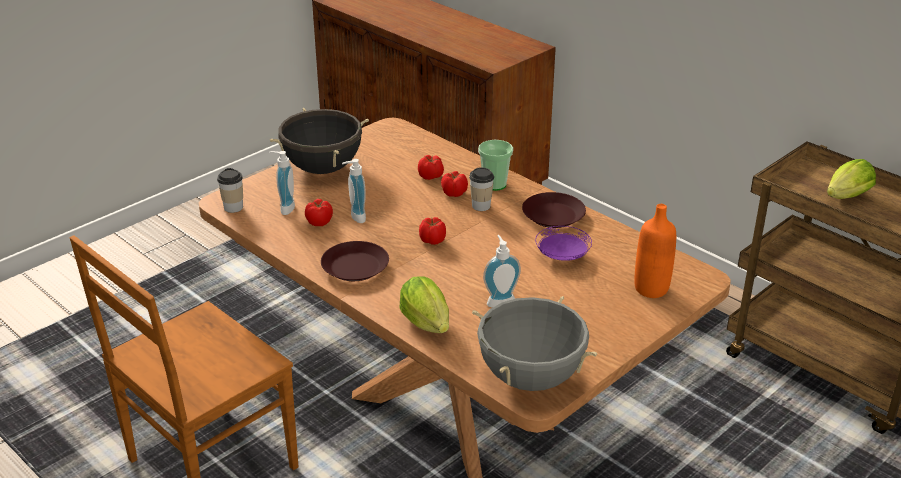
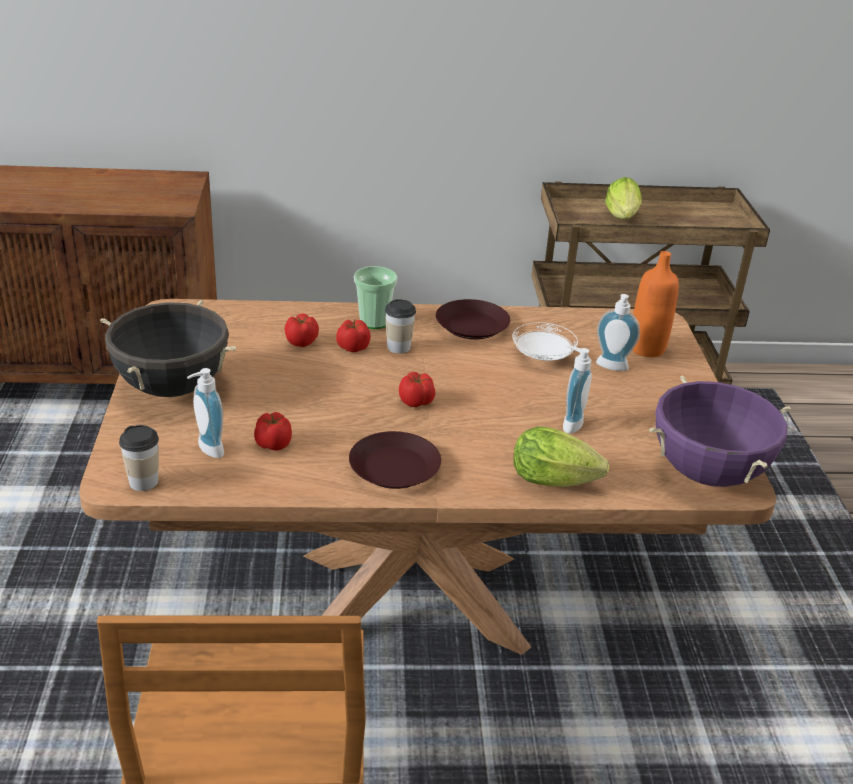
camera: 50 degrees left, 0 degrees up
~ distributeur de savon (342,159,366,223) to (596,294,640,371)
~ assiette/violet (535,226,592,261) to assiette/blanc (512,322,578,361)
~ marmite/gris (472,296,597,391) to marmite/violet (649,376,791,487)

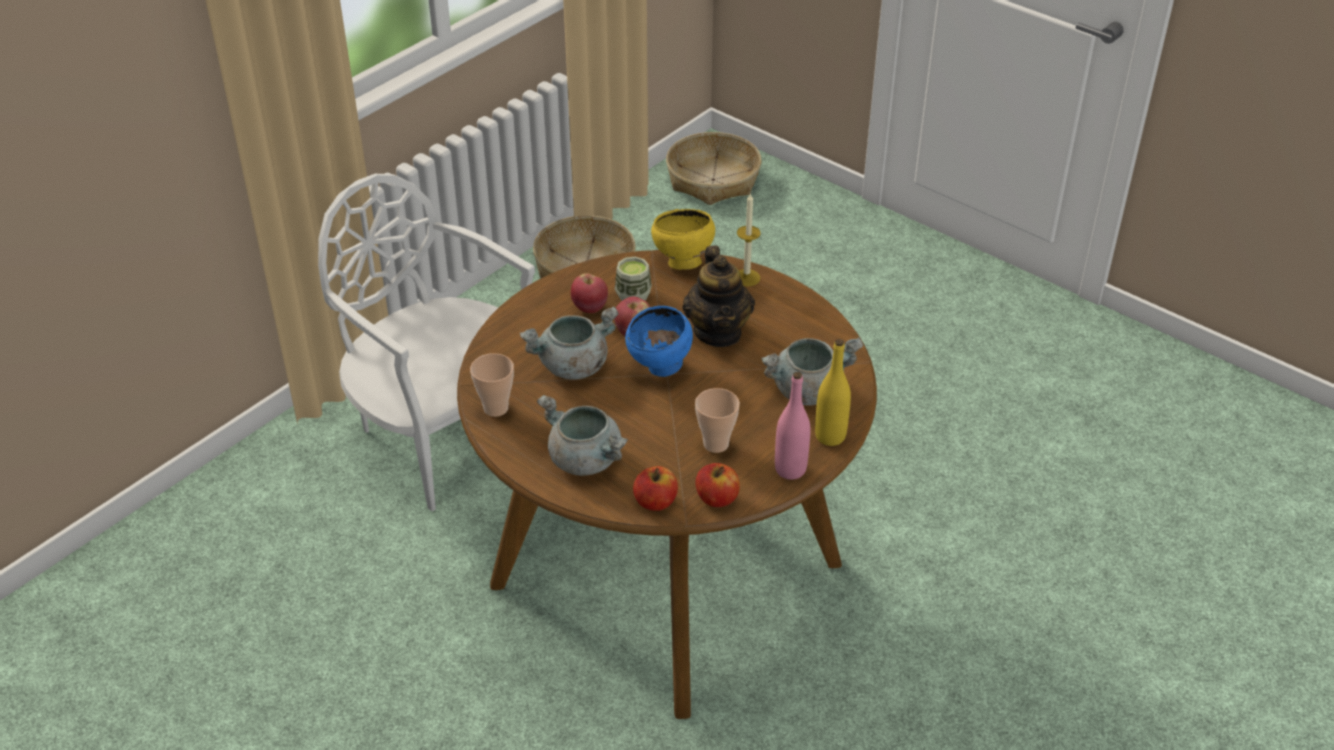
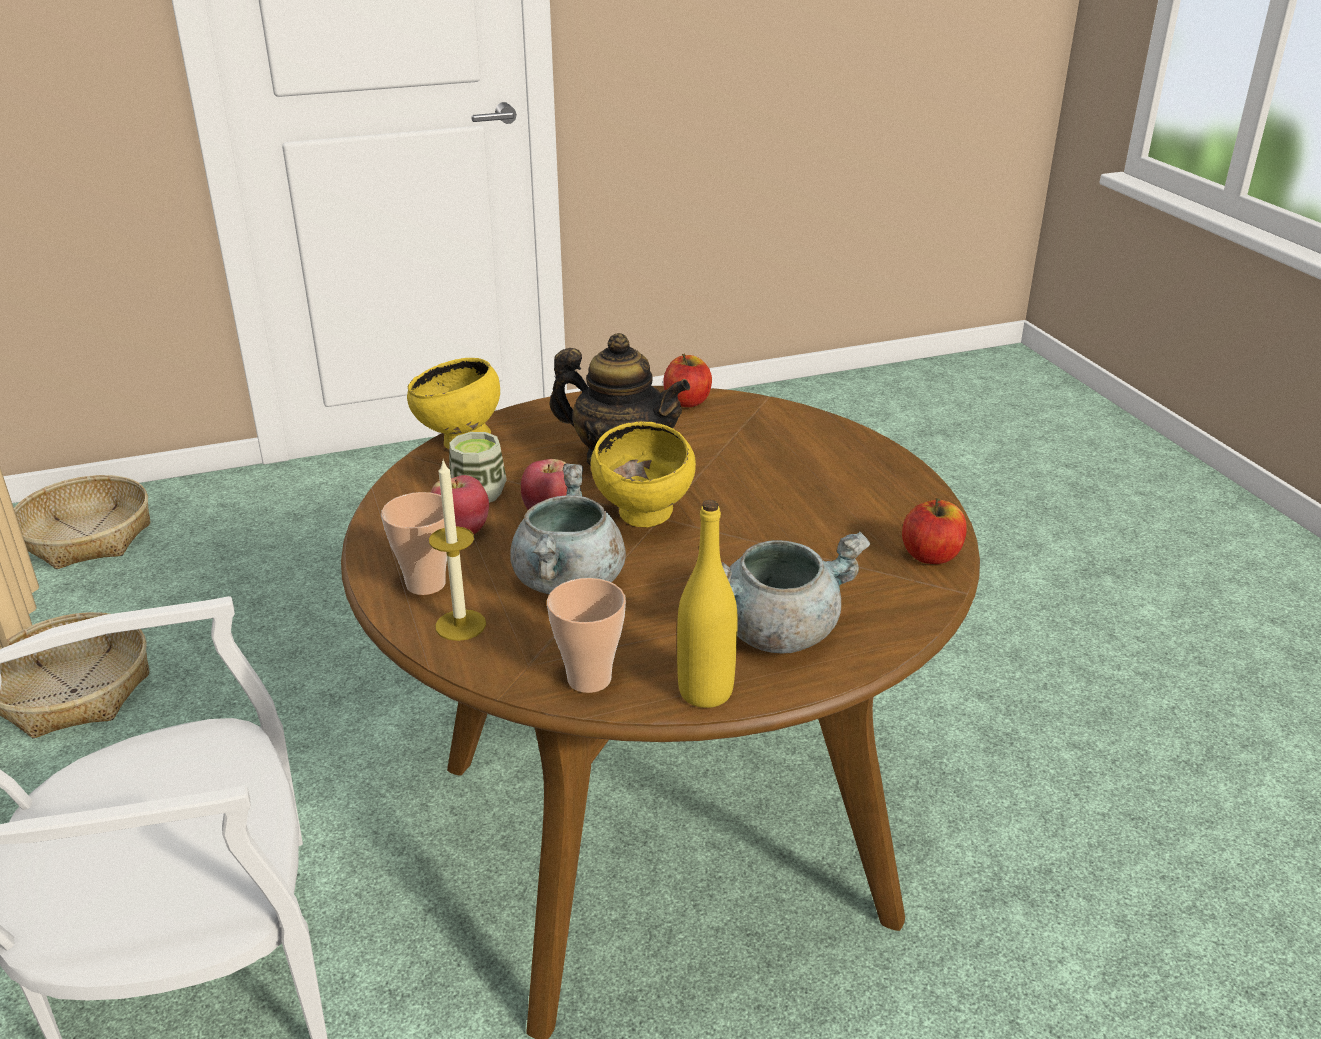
camera: 60 degrees left, 10 degrees down
~ bougie (737,193,761,286) to (429,458,486,641)
~ bol/bleu (625,306,693,377) to bol/jaune (591,422,696,527)
- marmite/gris (761,337,863,405)
~ bouteille/jaune (815,339,851,446) to (677,500,738,708)
- bouteille/rose (775,372,811,480)
~ tasse (695,388,740,453) to (381,492,447,595)
~ pomme (633,466,678,511) to (663,354,712,407)

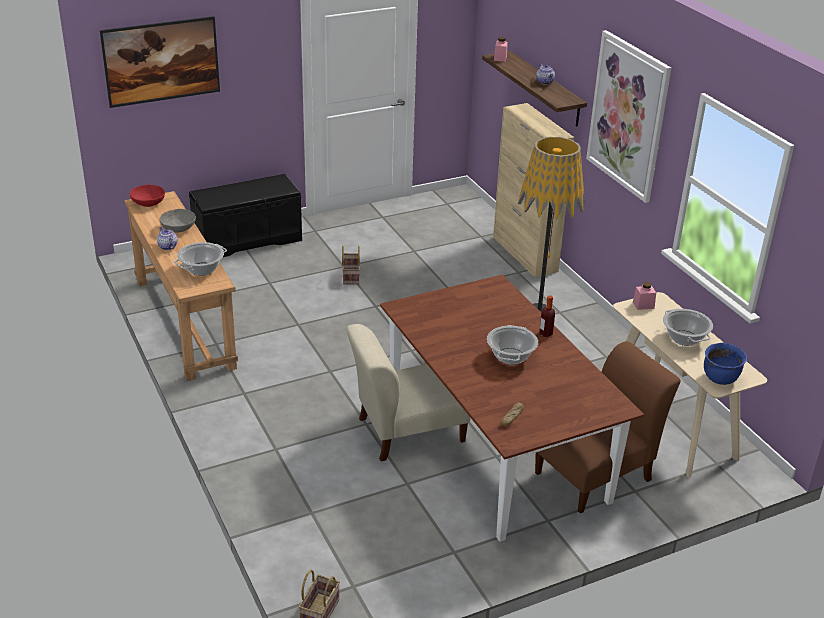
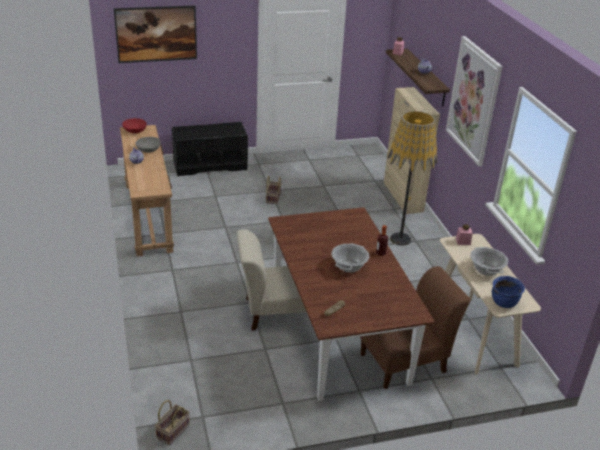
camera: 10 degrees right, 0 degrees up
- marmite (174,242,227,276)

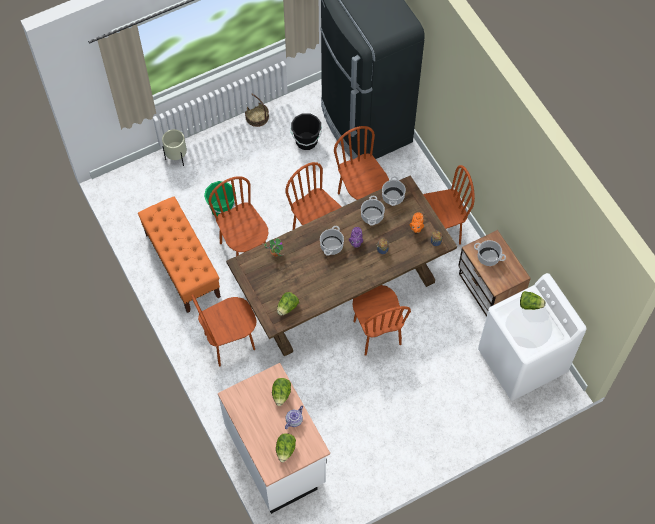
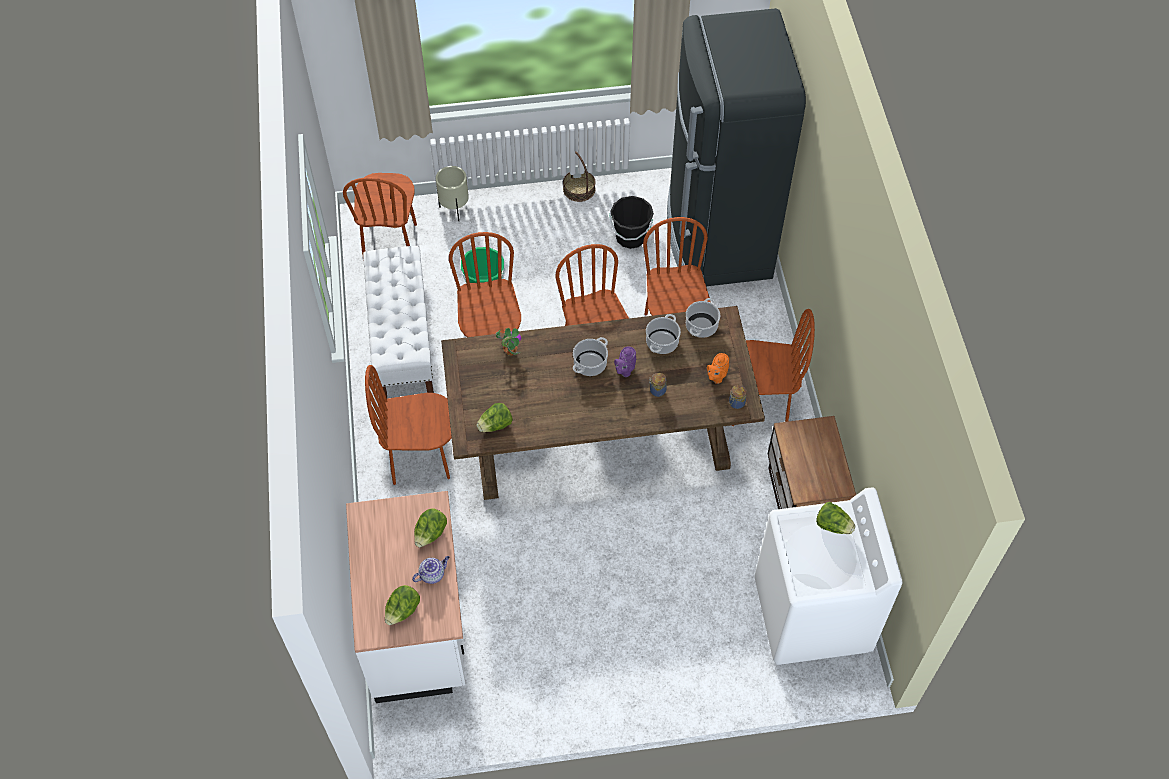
camera: 20 degrees right, 5 degrees down
~ banc/orange (138,197,221,313) to banc/blanc (363,246,434,398)
- marmite (474,240,506,266)
~ chaise/marron (352,285,411,356) to (343,173,417,262)

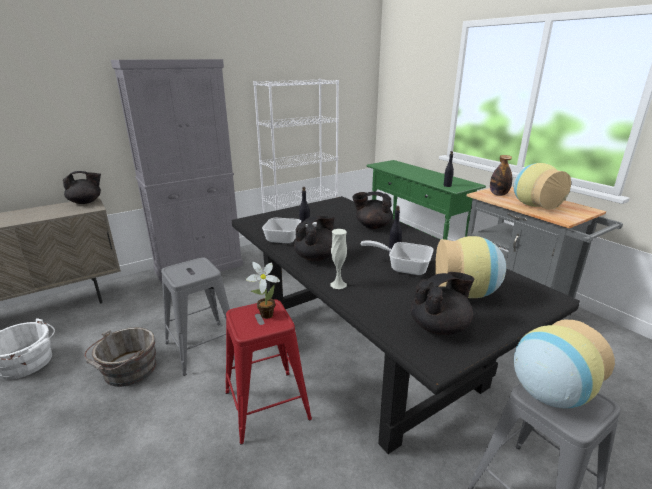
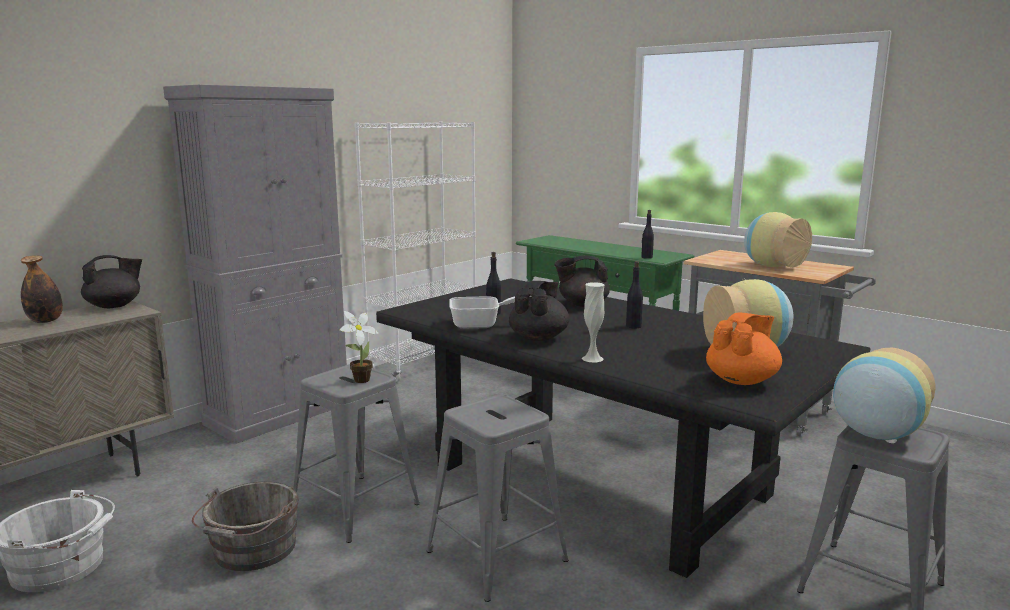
camera: 15 degrees left, 10 degrees down
~ bouteille (490,155,512,196) to (21,255,63,323)
- poêle (360,240,434,275)
~ plante en pot (246,262,280,319) to (340,311,379,383)
~ théière/noir (410,272,474,335) to théière/orange (706,313,782,385)
~ tabouret/rouge (225,299,312,445) to tabouret/gris (427,395,568,602)

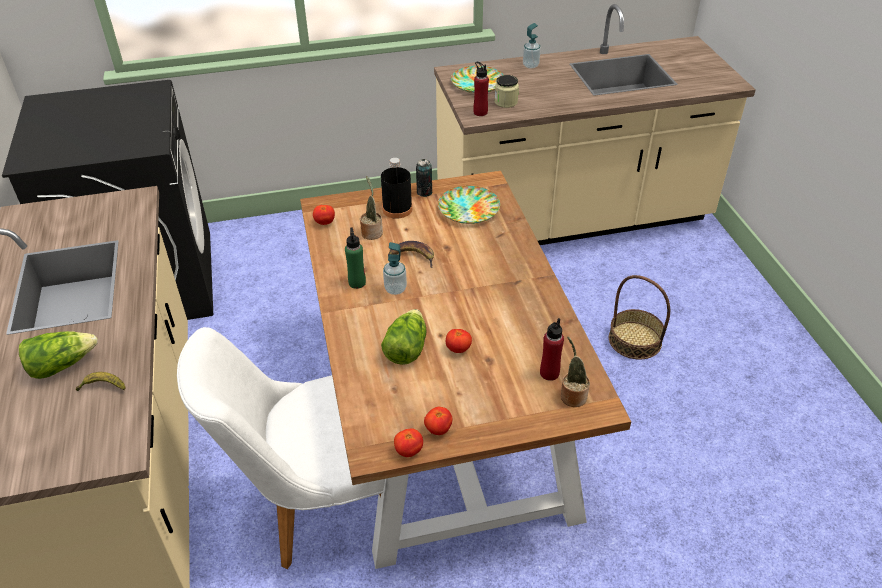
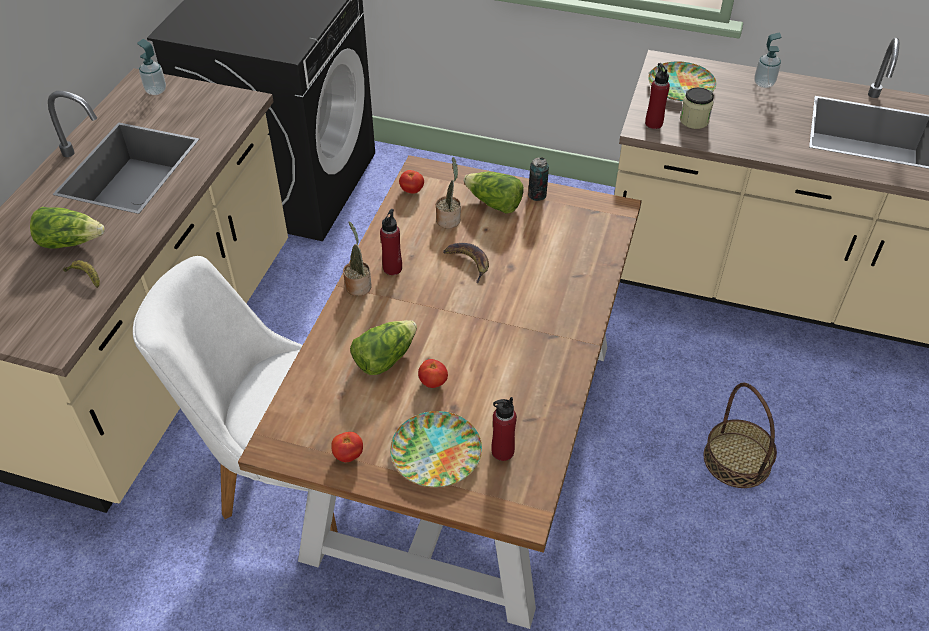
camera: 30 degrees right, 5 degrees up
~ bouteille/noir (381,158,412,219) to laitue (464,172,524,214)
~ assiette (438,186,500,224) to (390,411,482,487)
~ bouteille/vert (345,227,366,289) to bouteille/rouge (380,209,402,275)
~ distributeur de savon (383,242,407,295) to (137,39,166,95)
~ plante en pot (561,337,590,407) to (343,221,372,296)
- tomate (394,428,423,457)

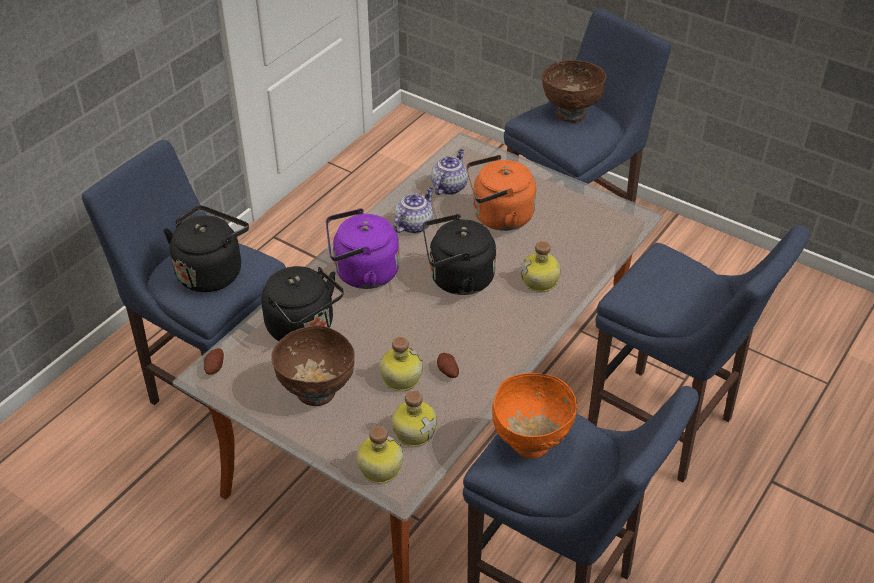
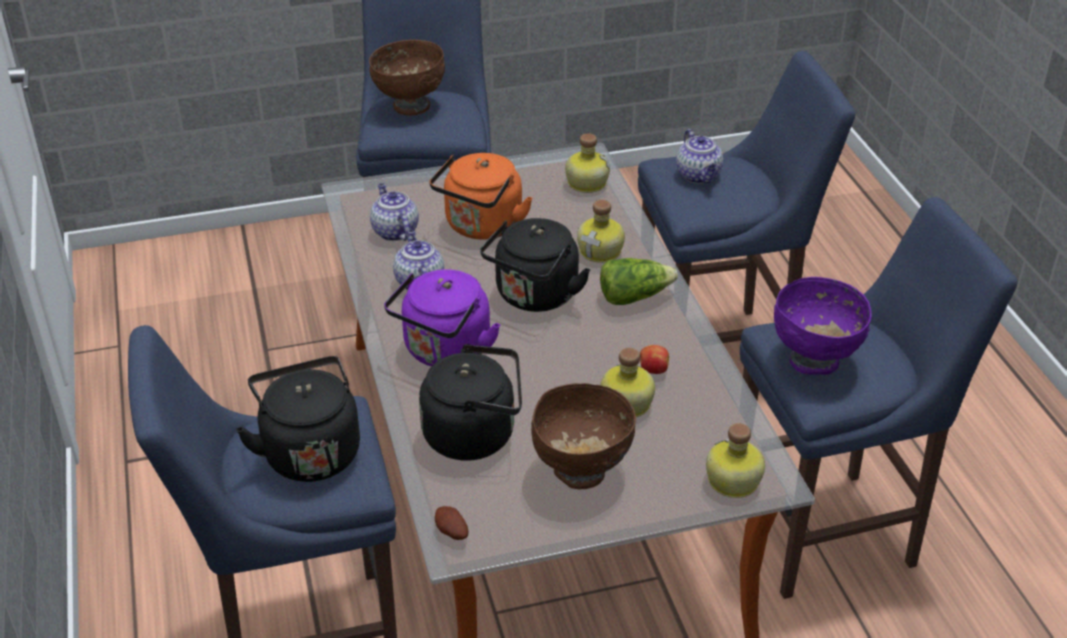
camera: 50 degrees left, 5 degrees down
~ pomme de terre (437,353,459,378) to pomme (640,345,669,374)
~ bol/orange (492,373,577,458) to bol/violet (774,277,872,375)
~ bouteille (391,390,437,446) to (565,133,610,193)
+ théière (676,129,723,184)
+ laitue (600,258,678,305)

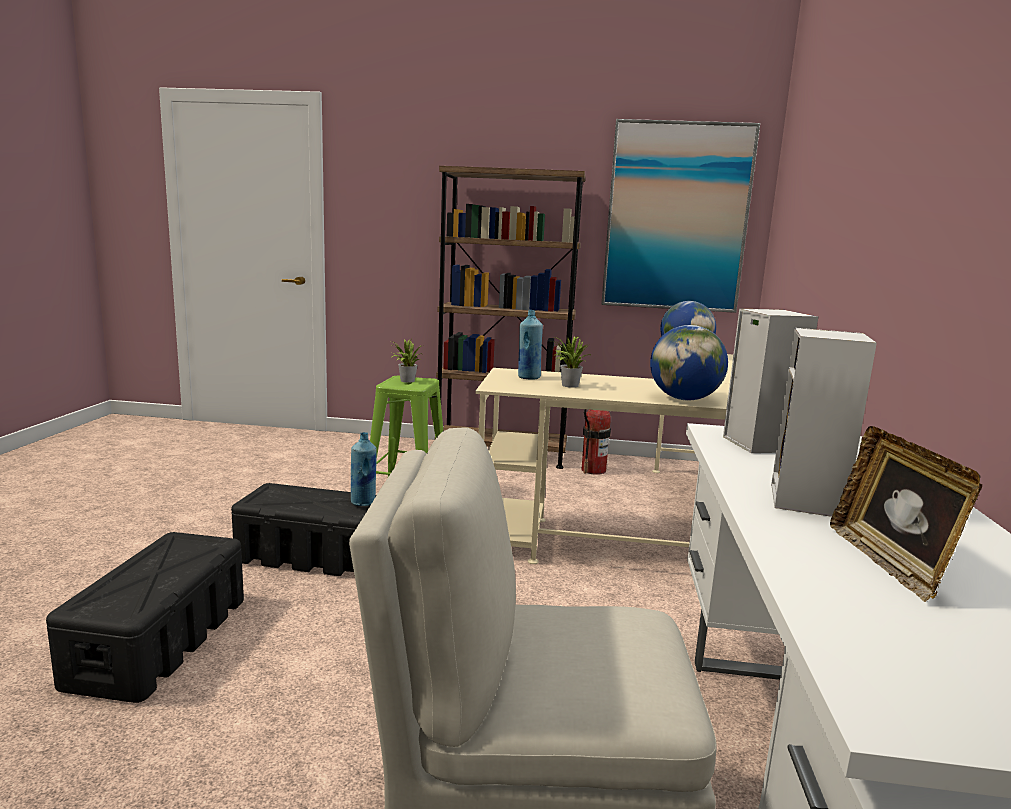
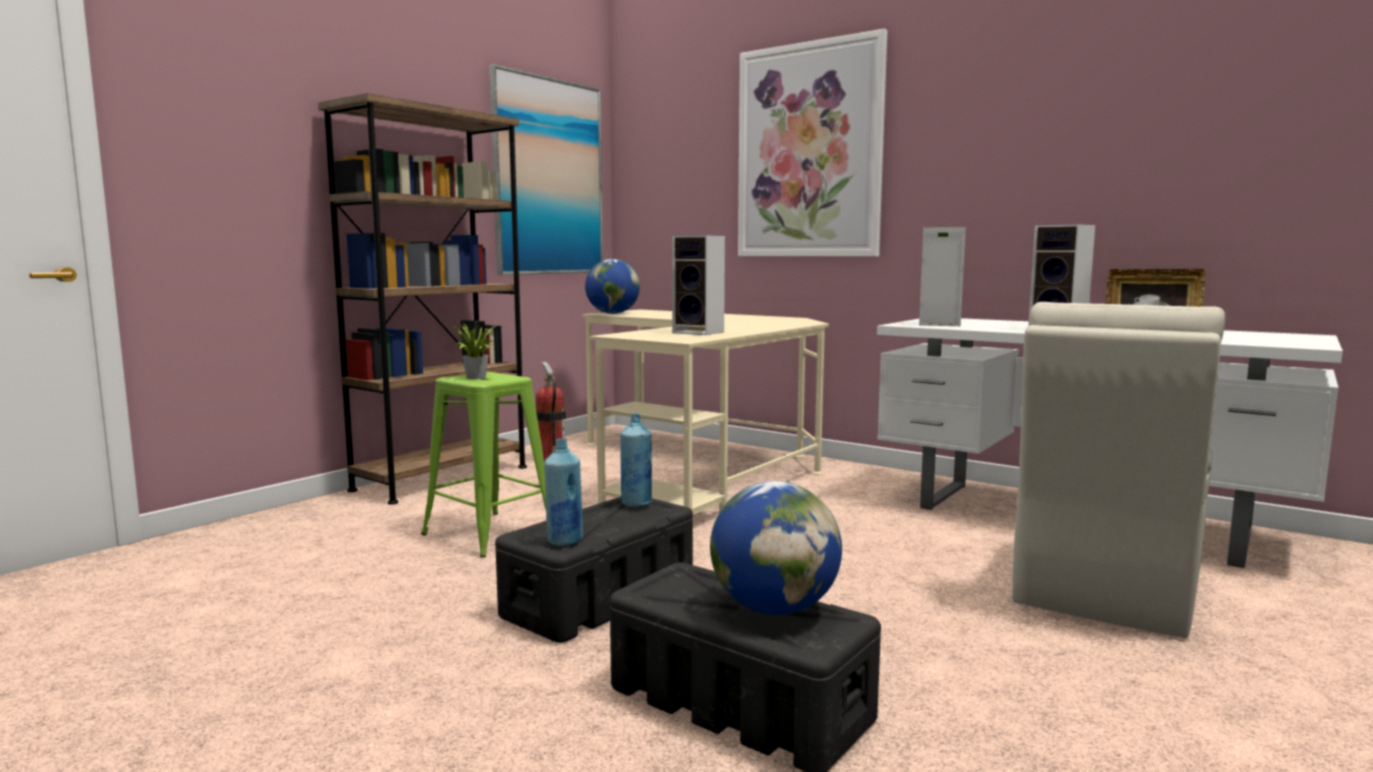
camera: 60 degrees left, 5 degrees down
~ bouteille/bleu (518,310,543,379) to (544,439,583,546)
~ globe (650,325,728,400) to (710,481,842,615)
~ plante en pot (552,336,590,388) to enceinte (672,235,725,335)
+ tableau (738,29,887,256)

